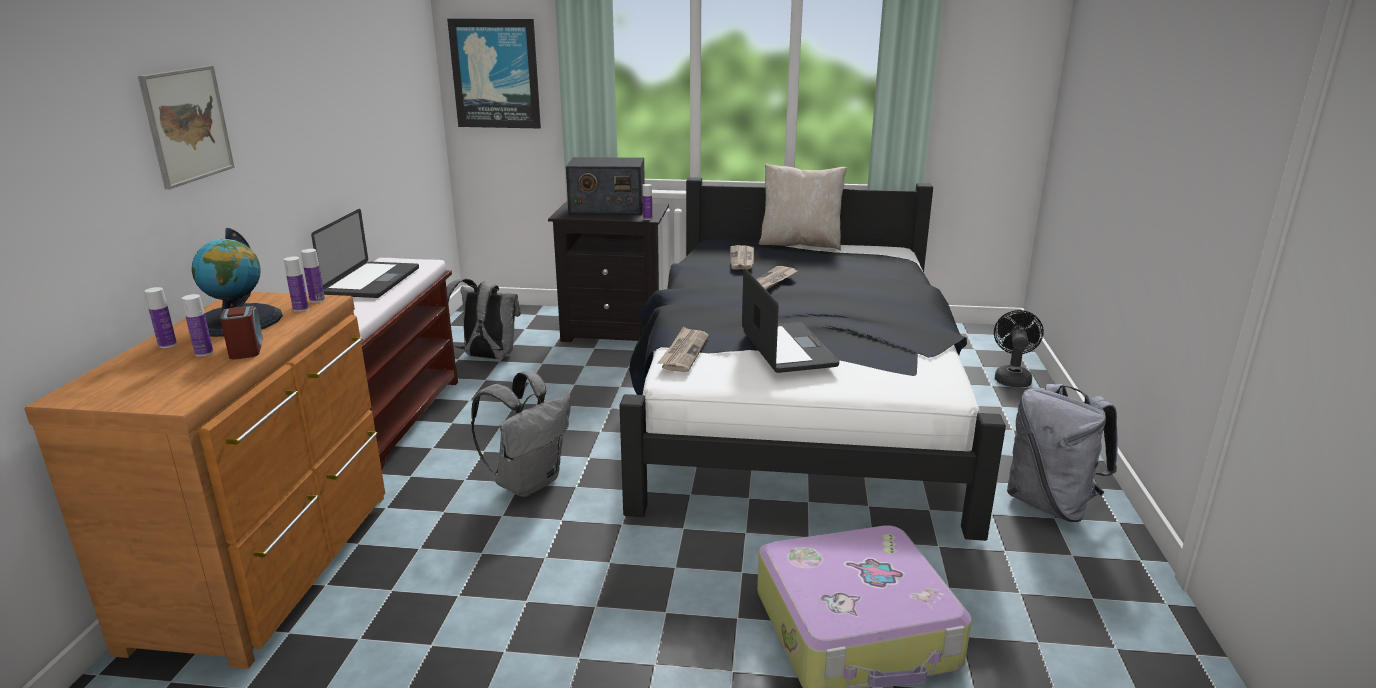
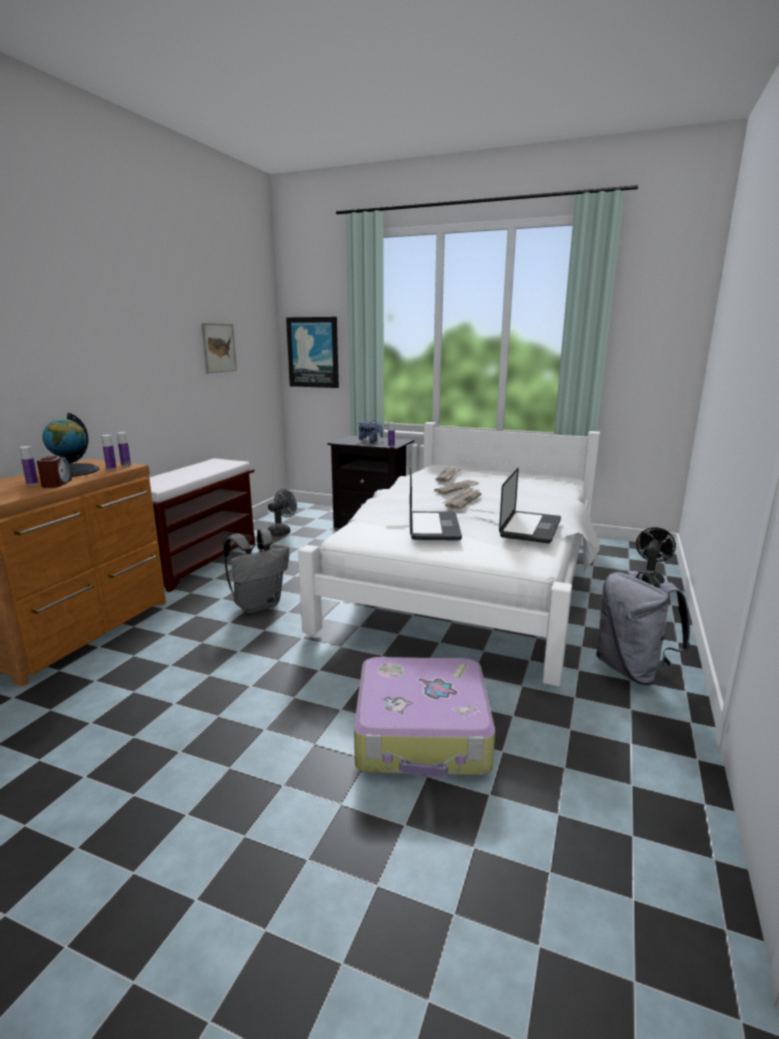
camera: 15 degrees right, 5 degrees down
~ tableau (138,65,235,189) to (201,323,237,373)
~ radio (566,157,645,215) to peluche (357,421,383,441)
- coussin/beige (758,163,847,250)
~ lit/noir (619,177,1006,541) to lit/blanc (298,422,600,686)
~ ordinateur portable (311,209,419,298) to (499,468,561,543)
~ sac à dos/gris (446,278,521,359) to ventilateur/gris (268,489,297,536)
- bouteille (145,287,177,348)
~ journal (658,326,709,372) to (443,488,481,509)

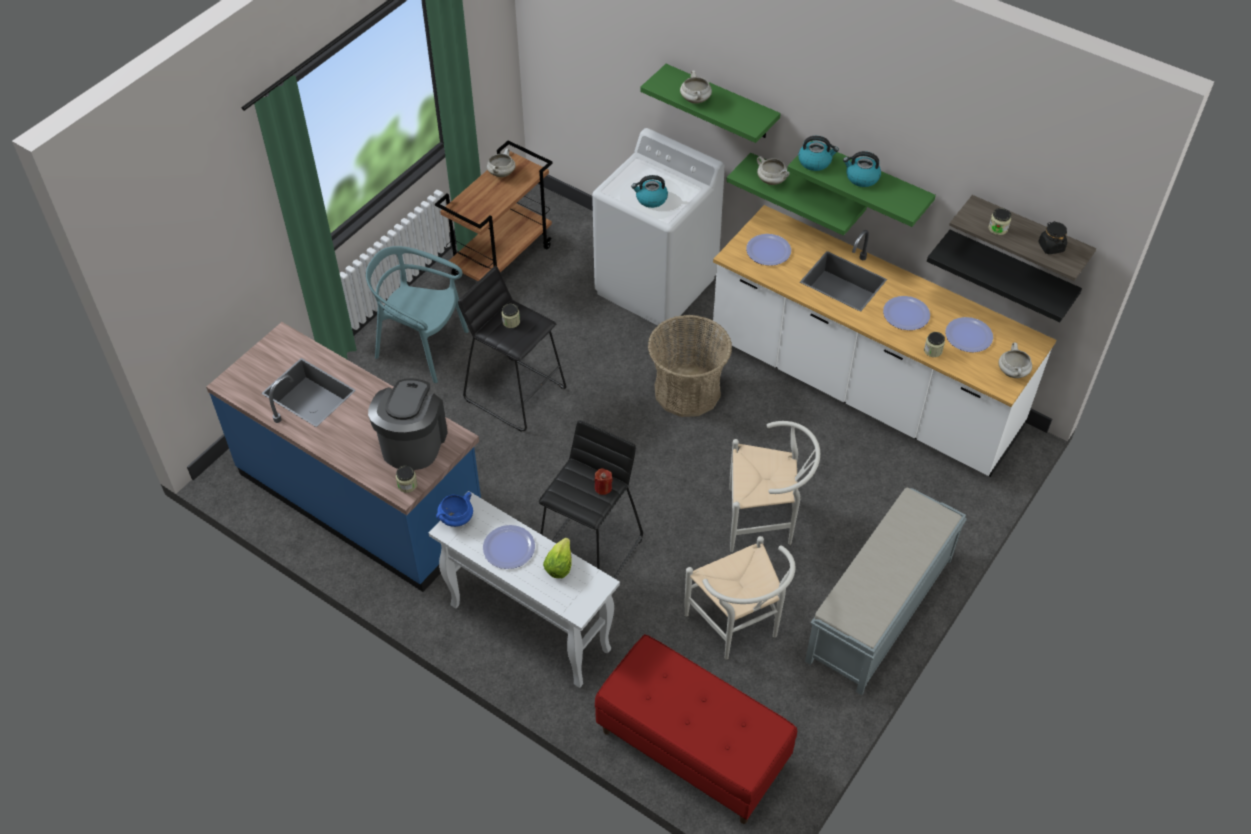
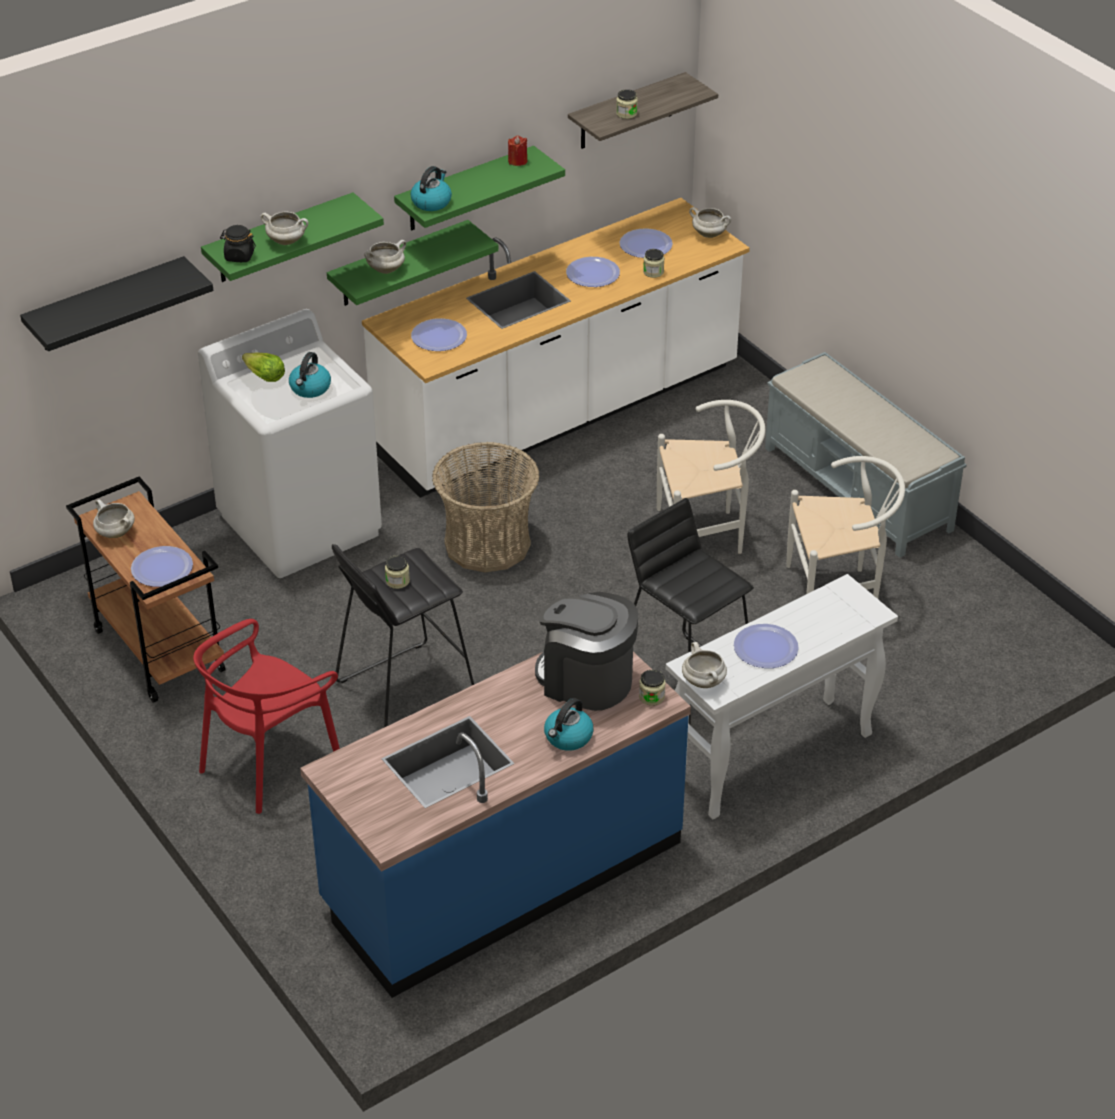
camera: 70 degrees left, 10 degrees down
~ bouilloire (843,151,881,187) to (544,698,594,751)
~ bocal/noir (1038,221,1067,254) to (220,225,256,262)
~ étagère/noir (927,230,1082,322) to (20,256,213,351)
~ chaise/turquoise (366,246,469,383) to chaise/rouge (193,619,340,814)
~ chaise/blanc (729,421,820,552) = (657,400,765,554) 60 degrees clockwise
~ bougie/rouge (594,469,612,495) to (508,136,527,166)
~ marmite/bleu (436,492,473,527) to marmite/blanc (682,642,727,688)
~ laitue (543,538,572,578) to (242,353,285,382)
- banc/rouge (595,634,797,824)
+ assiette (131,546,193,587)

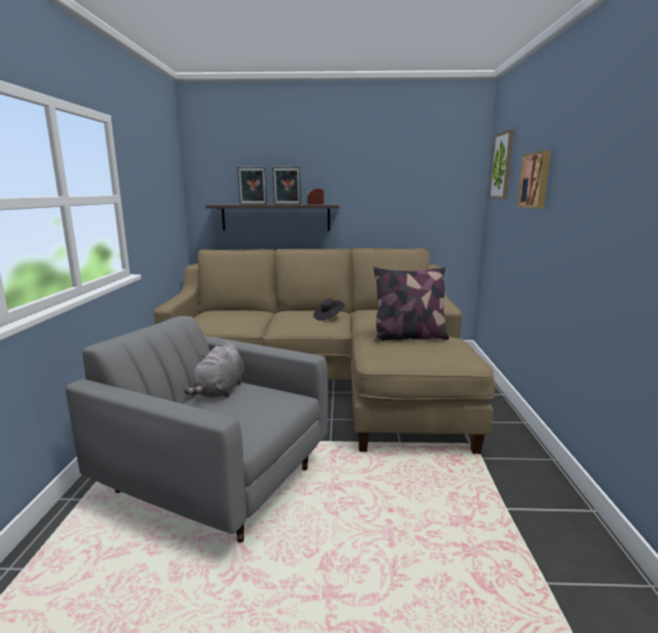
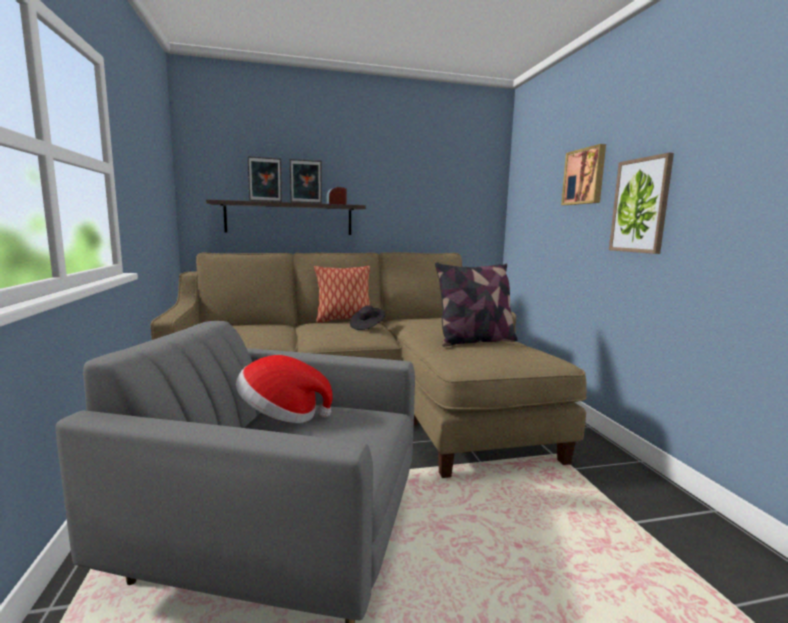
camera: 15 degrees left, 5 degrees down
~ tableau (489,129,514,199) to (609,153,674,254)
~ peluche/gris (184,342,244,398) to chapeau (236,355,333,423)
+ coussin (314,266,370,323)

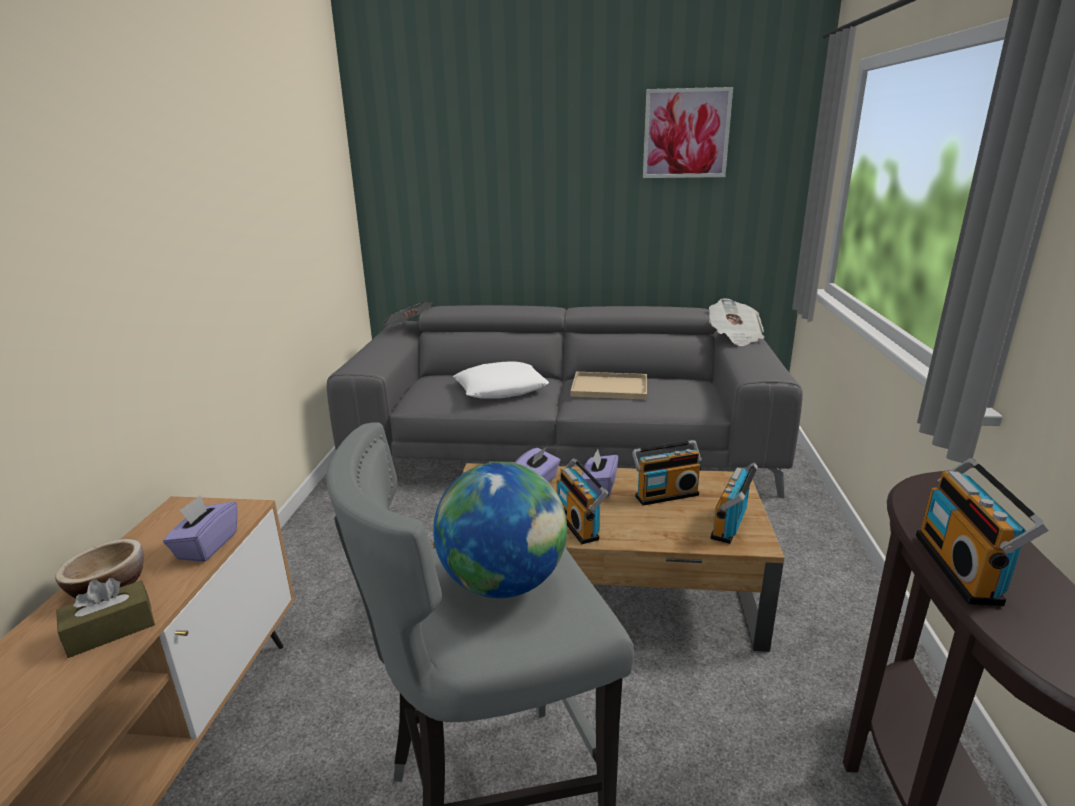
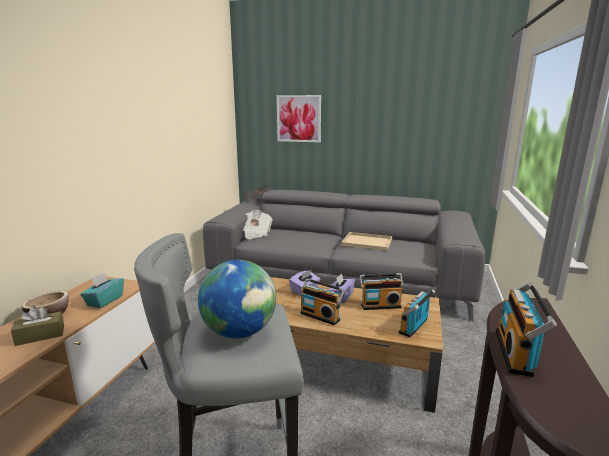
camera: 10 degrees right, 5 degrees down
~ tableau (643,87,733,178) to (277,95,321,142)
~ journal (709,299,765,346) to (243,210,272,239)
- coussin/blanc (453,361,549,399)
~ radio (557,458,608,544) = (300,278,345,326) 45 degrees counterclockwise
~ boîte à mouchoirs/violet (163,495,238,562) to boîte à mouchoirs/turquoise (80,273,124,308)

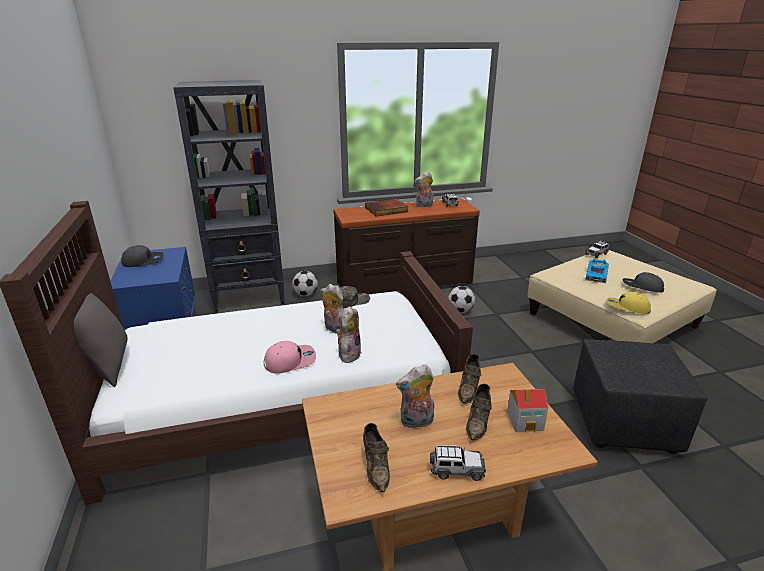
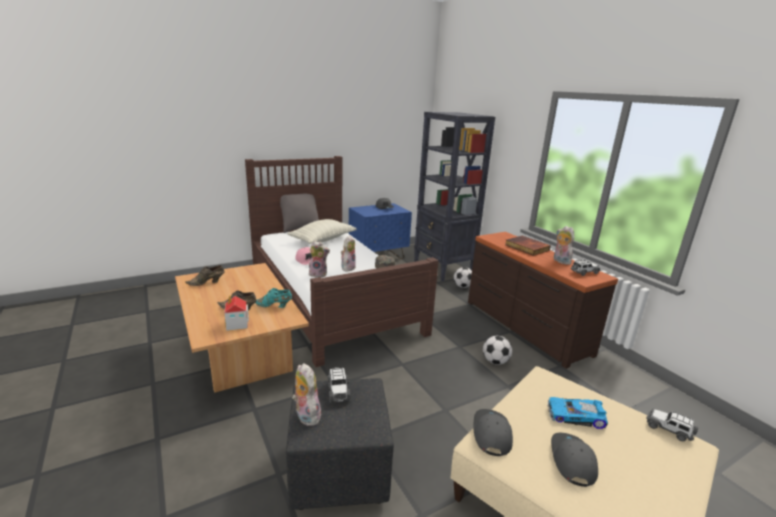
camera: 75 degrees right, 5 degrees down
~ casquette/jaune (607,292,651,314) to casquette/gris (474,409,513,456)
~ chaussure/marron (458,354,481,403) to chaussure/turquoise (255,288,292,308)
~ peluche (396,364,434,429) to (292,363,321,426)
~ petite voiture (430,445,486,481) to (327,367,351,403)
+ coussin (287,219,357,244)

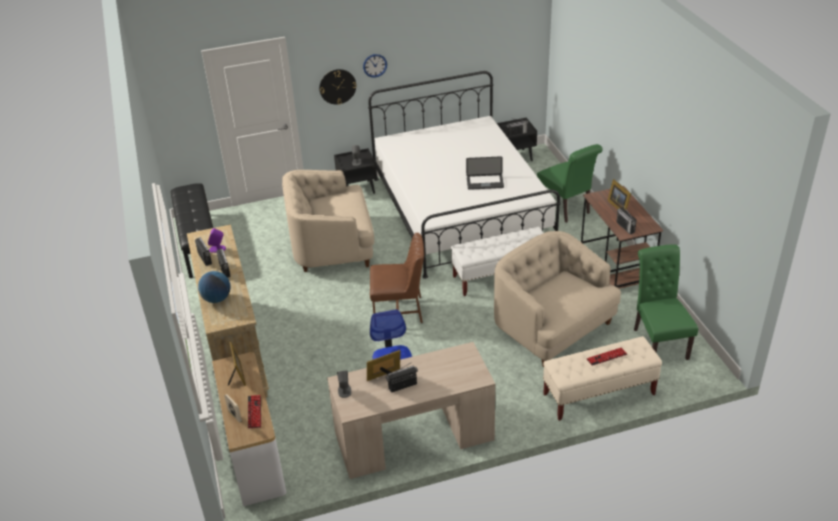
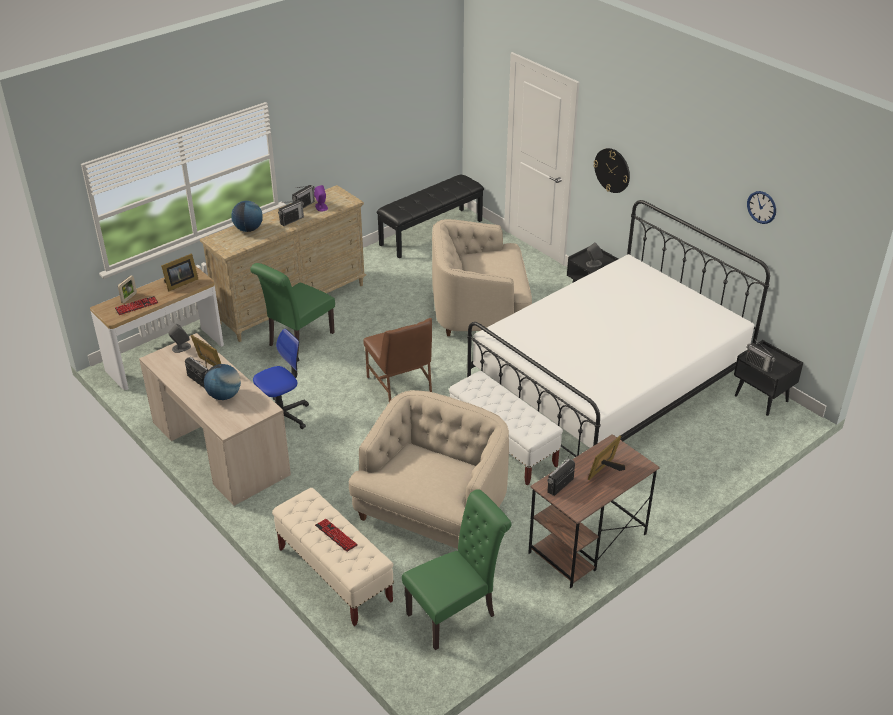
camera: 65 degrees right, 0 degrees up
~ horloge murale (363,54,387,78) to (747,191,776,224)
~ chaise/vert (537,144,603,223) to (250,263,335,355)
- ordinateur portable (466,156,504,190)
~ fauteuil/beige (282,170,374,272) = (432,219,532,336) 60 degrees counterclockwise
+ globe (204,364,241,400)

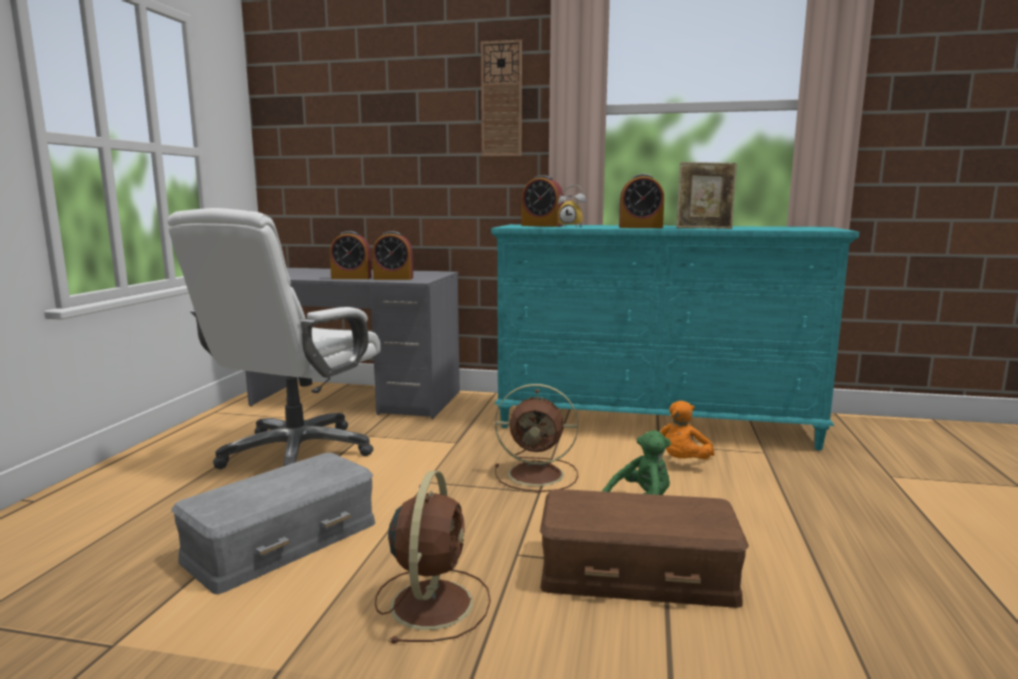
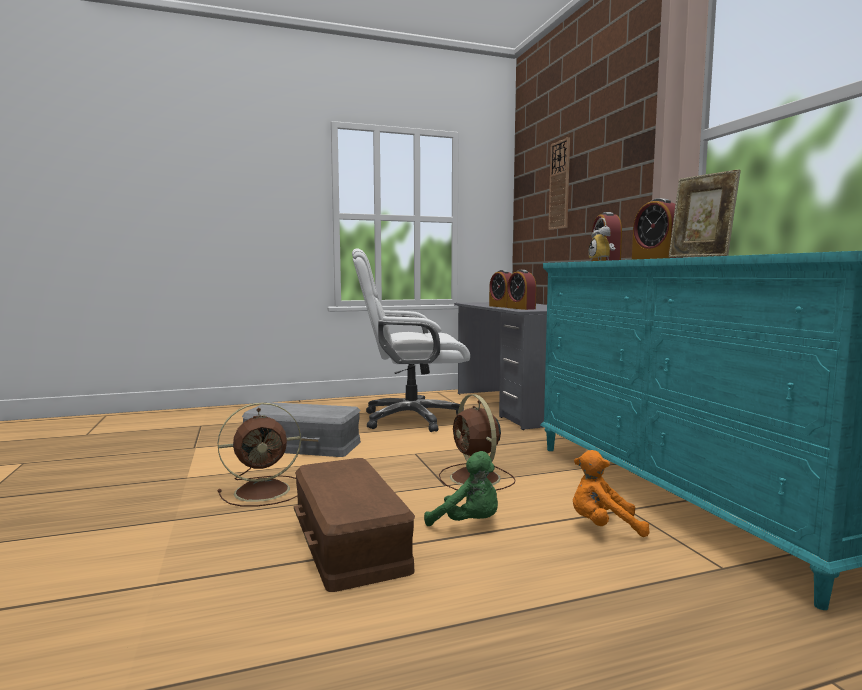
camera: 60 degrees right, 5 degrees down
~ horloge murale (481,40,522,156) to (548,137,570,230)

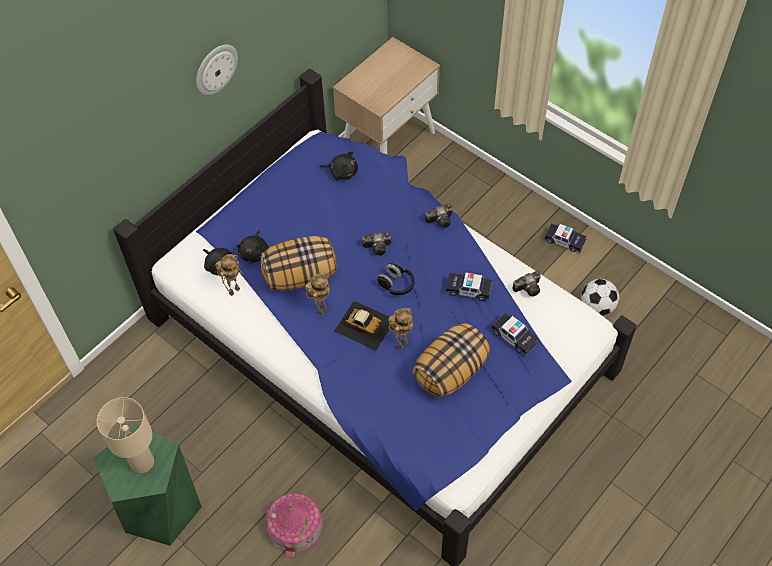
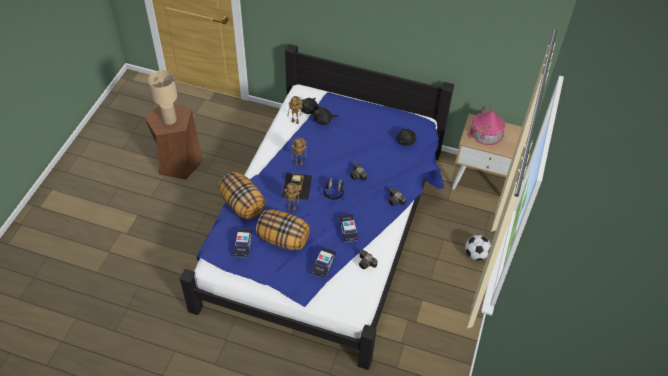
camera: 65 degrees right, 5 degrees down
- horloge murale (196,44,238,96)
~ petite voiture (543,224,587,253) to (234,229,253,258)
~ coussin (261,236,336,291) to (219,172,266,220)
~ ballon de foot (581,279,619,316) to (465,235,491,261)
~ tabouret/vert (93,424,202,546) to tabouret/marron (144,103,203,179)
~ maison miniature (267,493,323,558) to (467,106,505,145)

